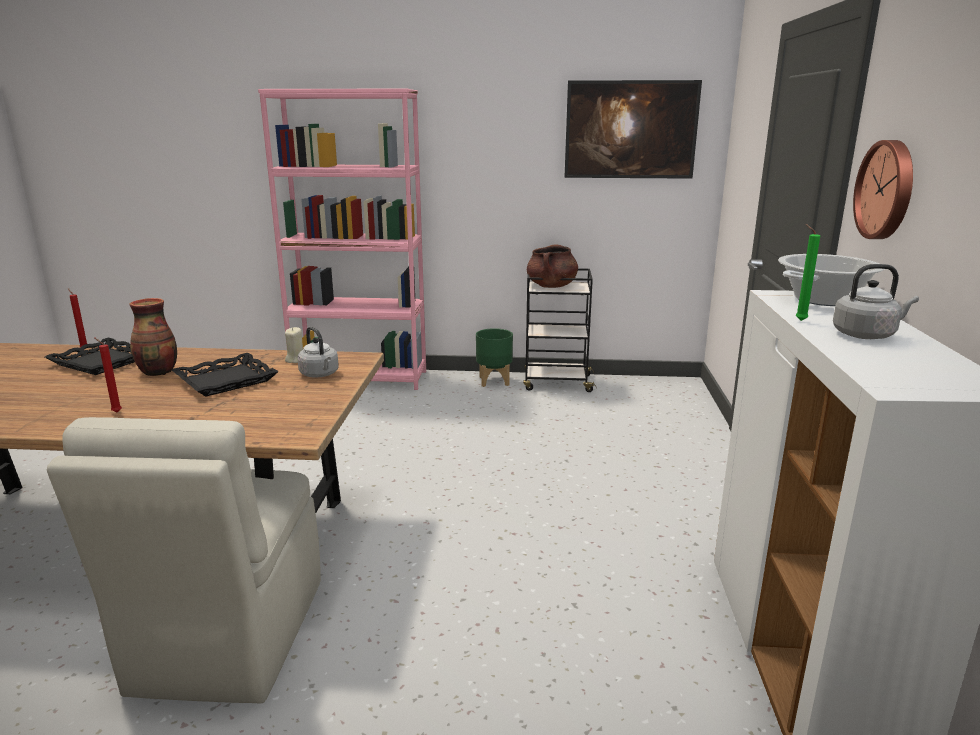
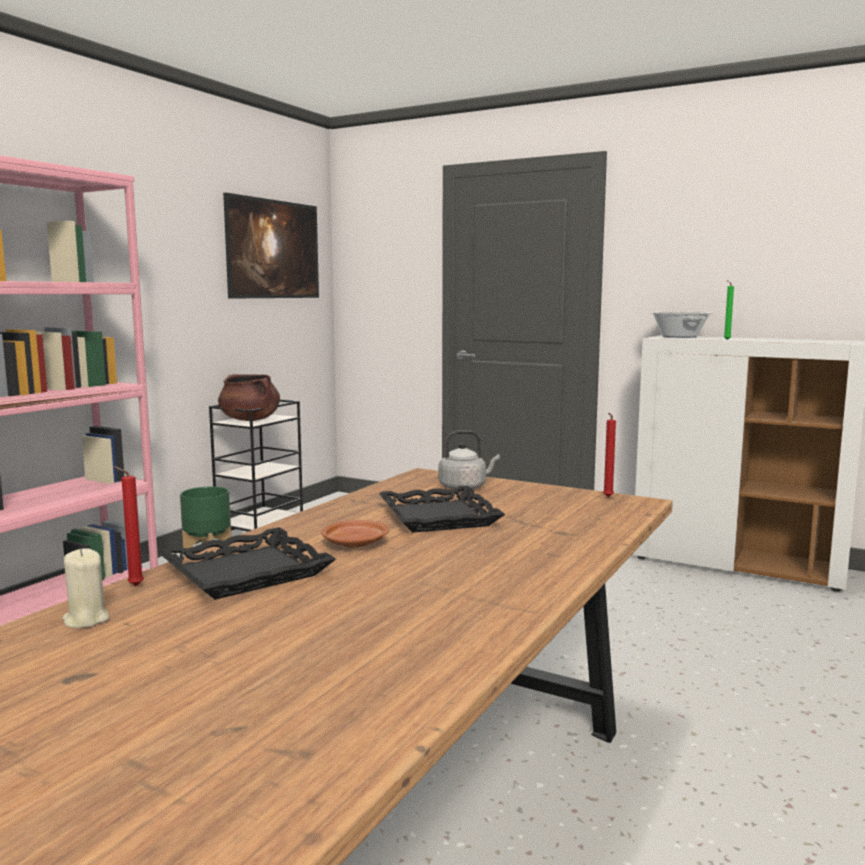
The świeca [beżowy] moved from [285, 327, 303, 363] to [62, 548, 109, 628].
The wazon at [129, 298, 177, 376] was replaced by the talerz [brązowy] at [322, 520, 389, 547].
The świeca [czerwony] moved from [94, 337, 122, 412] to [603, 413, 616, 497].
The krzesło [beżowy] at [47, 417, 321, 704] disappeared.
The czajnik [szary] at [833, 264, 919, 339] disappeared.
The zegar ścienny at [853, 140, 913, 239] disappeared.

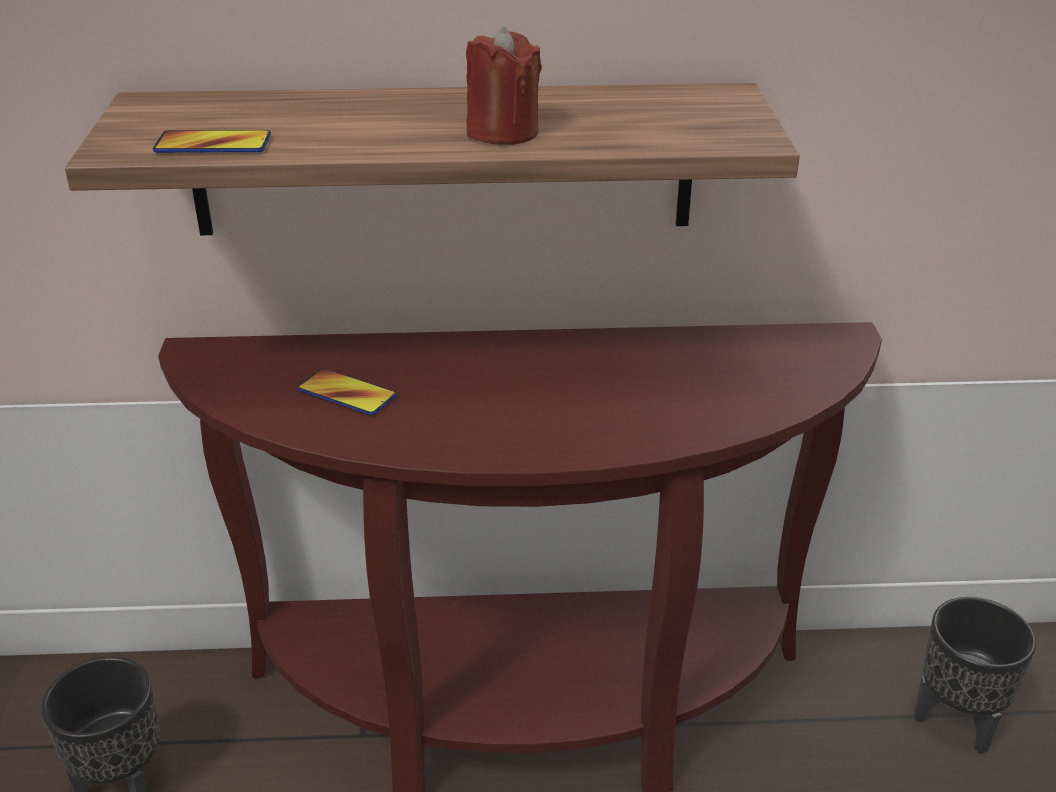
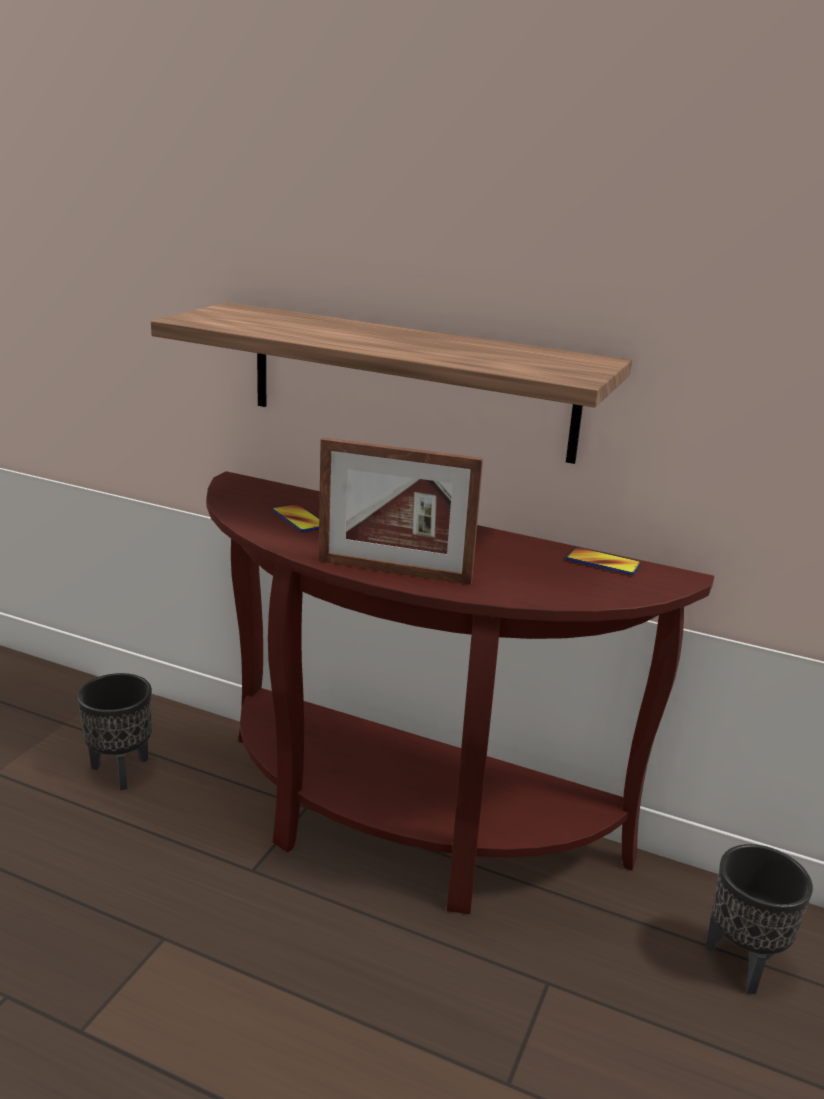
The ramka na zdjęcie at [319, 438, 483, 585] appeared.
The telefon moved from [153, 130, 271, 153] to [565, 547, 641, 575].
The świeca [czerwony] at [466, 26, 542, 145] disappeared.

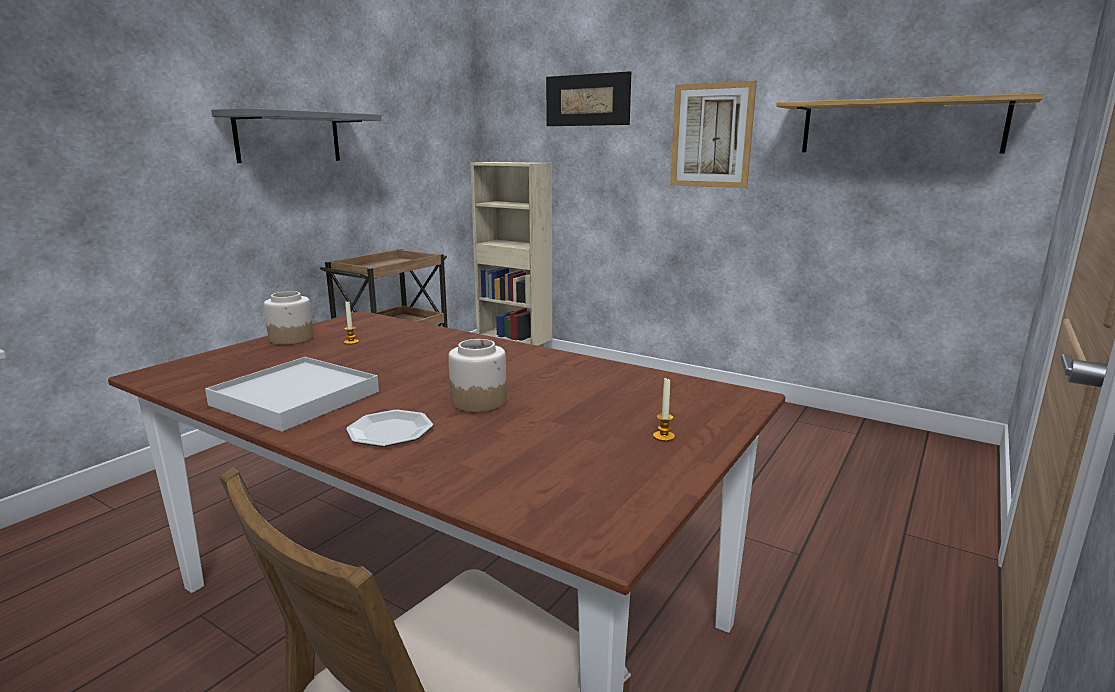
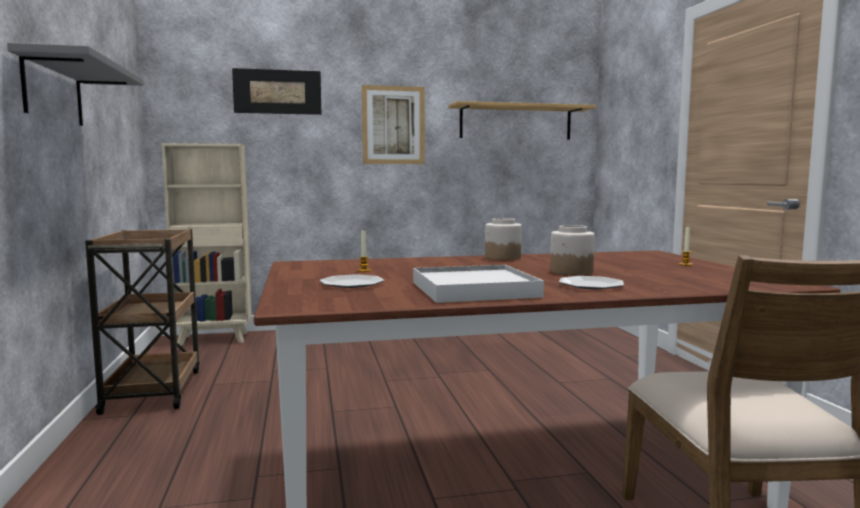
The talerz at [319, 274, 384, 288] appeared.
The słoik moved from [264, 291, 314, 345] to [485, 218, 522, 260].

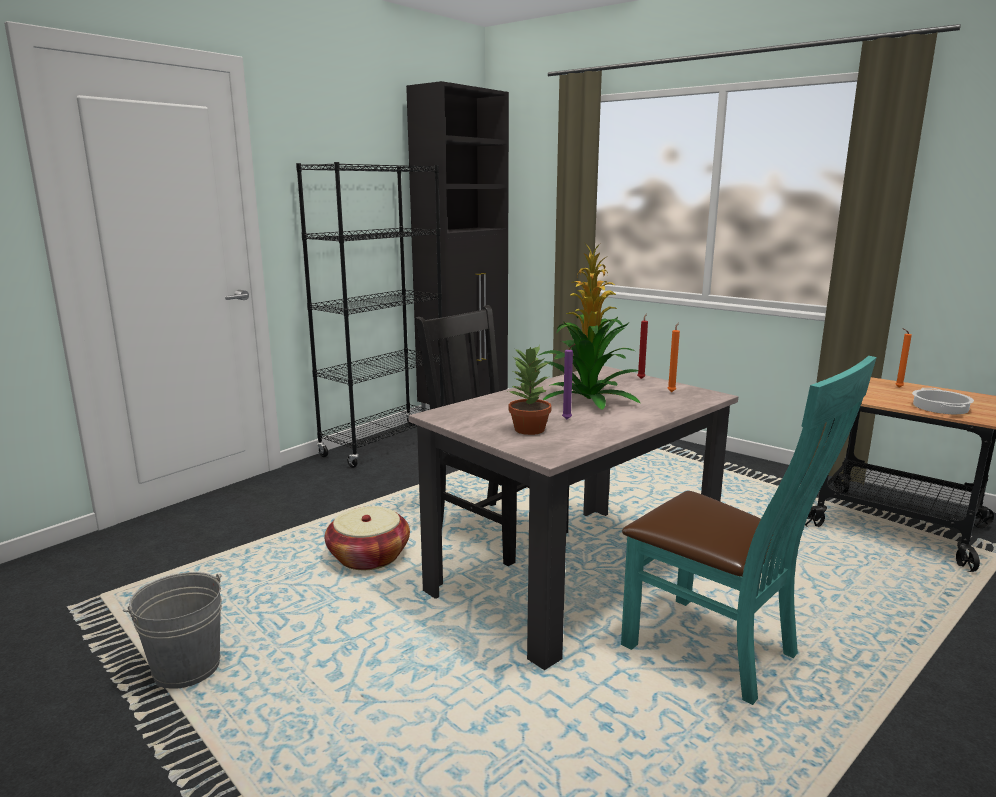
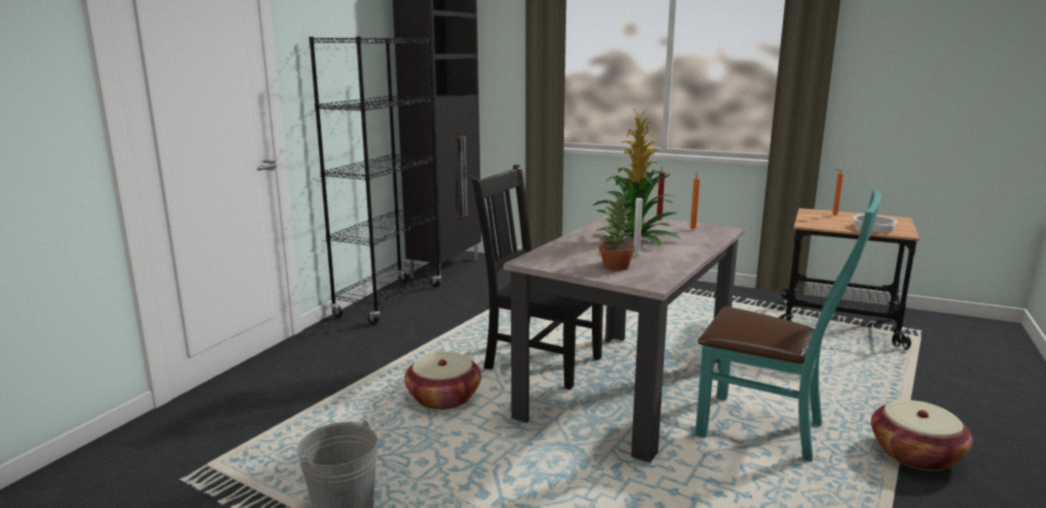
The świeca [fioletowy] at [562, 344, 575, 419] became the świeca [biały] at [633, 193, 646, 256].
The koszyk at [871, 400, 973, 471] appeared.

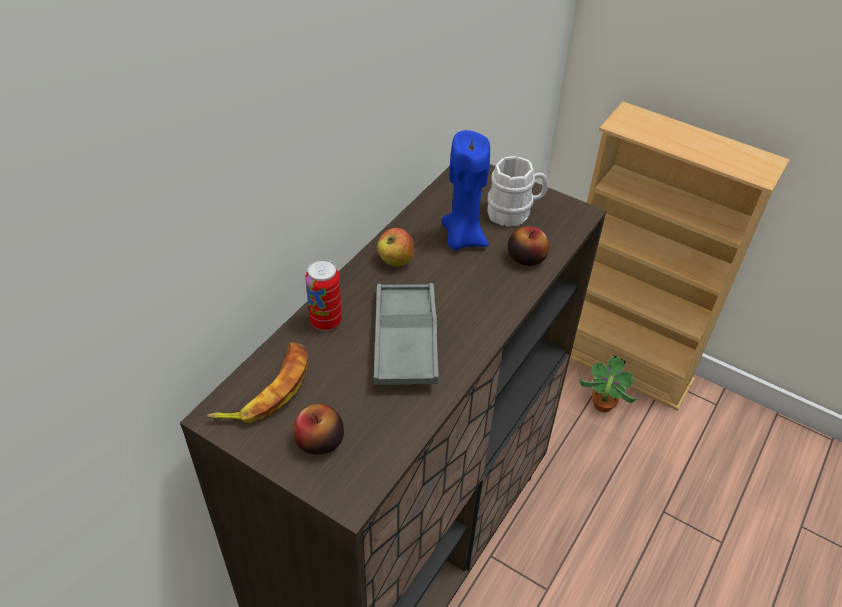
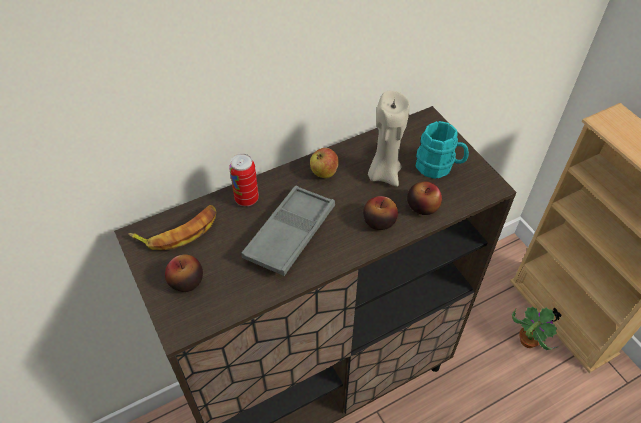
The jabłko at [363, 196, 398, 230] appeared.
The świeca [niebieski] at [441, 130, 490, 250] became the świeca [beżowy] at [368, 90, 410, 187].
The kubek [biały] at [487, 156, 548, 227] became the kubek [turkusowy] at [416, 121, 469, 179].

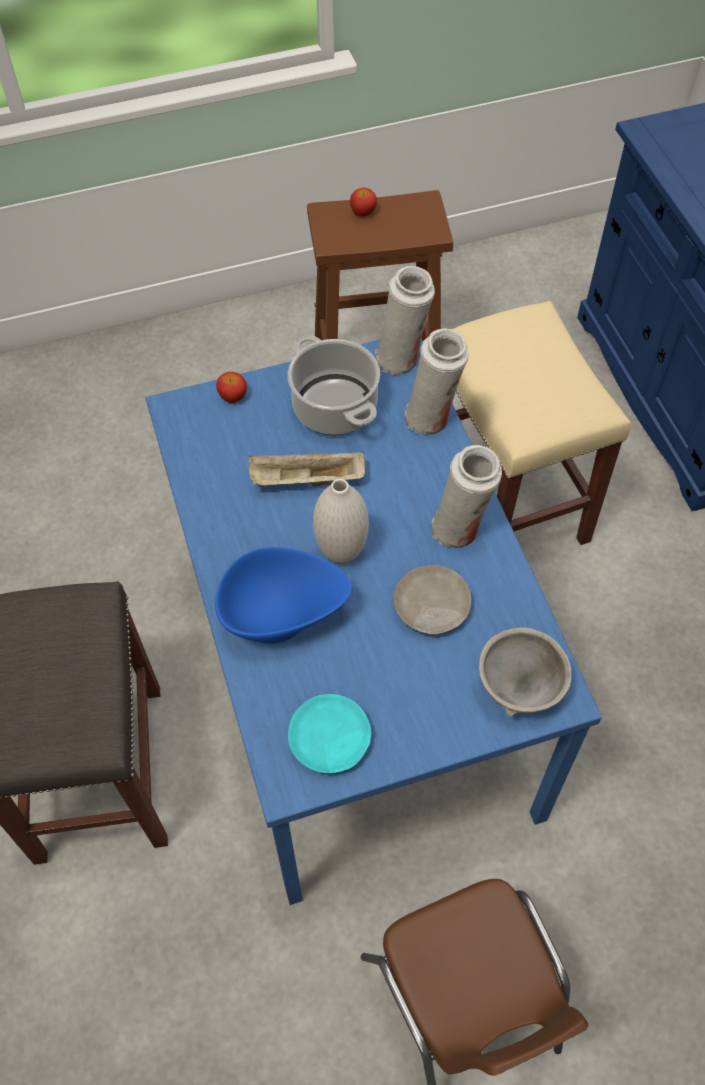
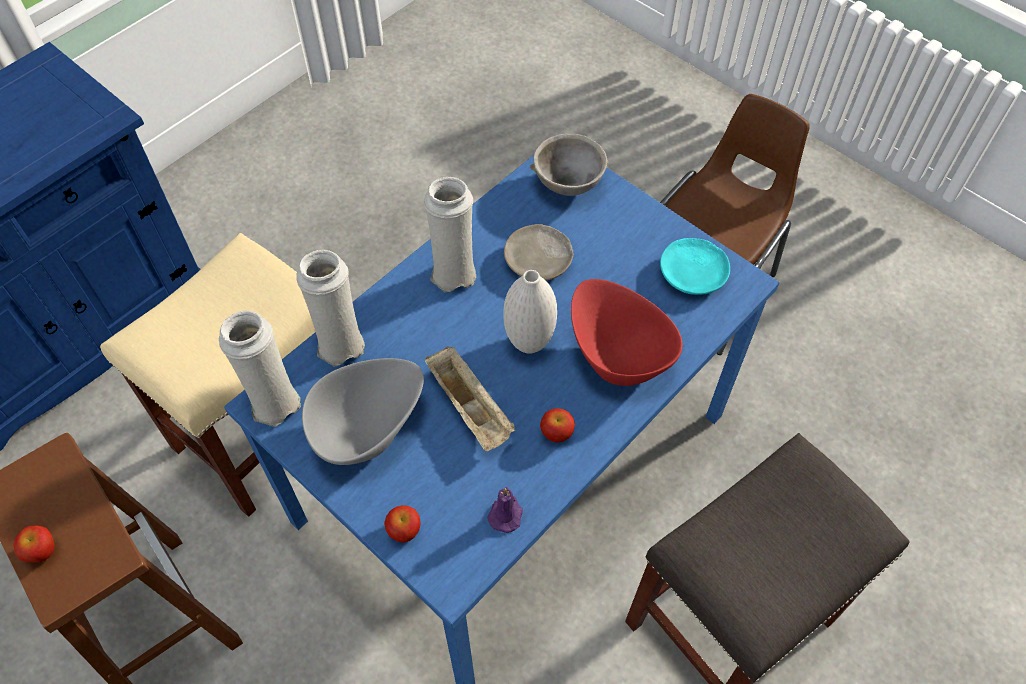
The garnek at [288, 335, 380, 435] was replaced by the miska [szary] at [302, 358, 424, 465].
The świeca [fioletowy] at [487, 487, 523, 533] appeared.
The jabłko at [540, 408, 575, 443] appeared.
The miska [niebieski] at [215, 547, 352, 644] became the miska [czerwony] at [571, 279, 683, 386].

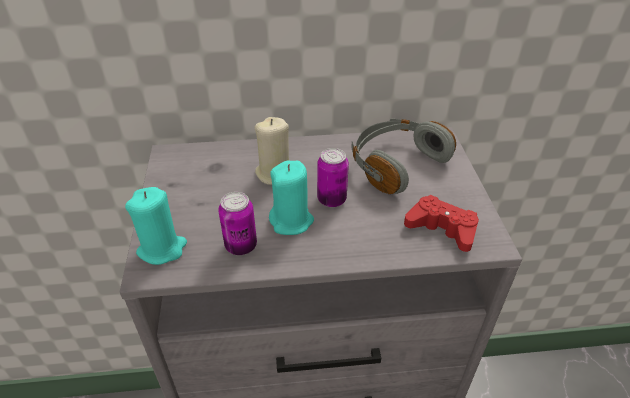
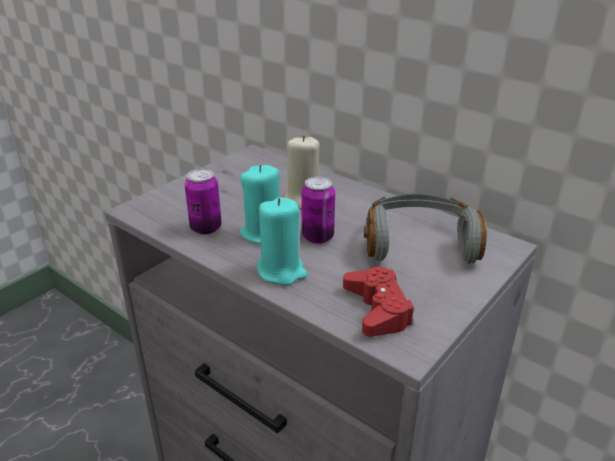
The świeca [turkusowy] moved from [125, 187, 187, 265] to [257, 197, 308, 286].

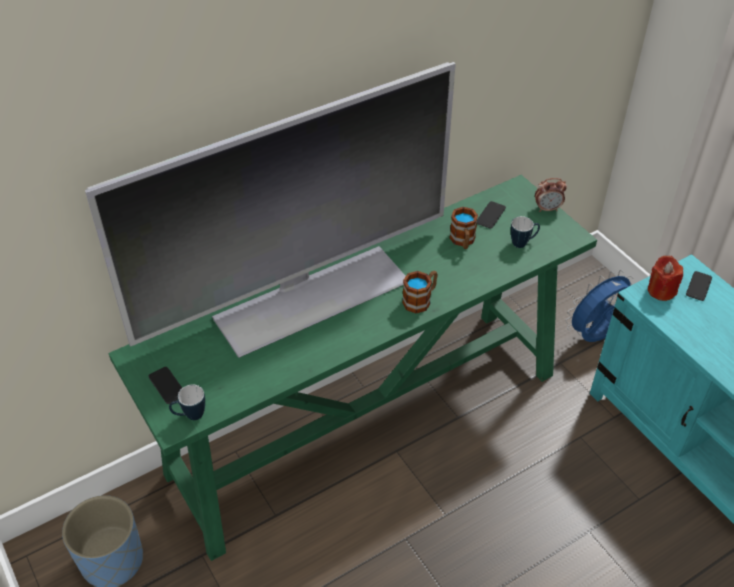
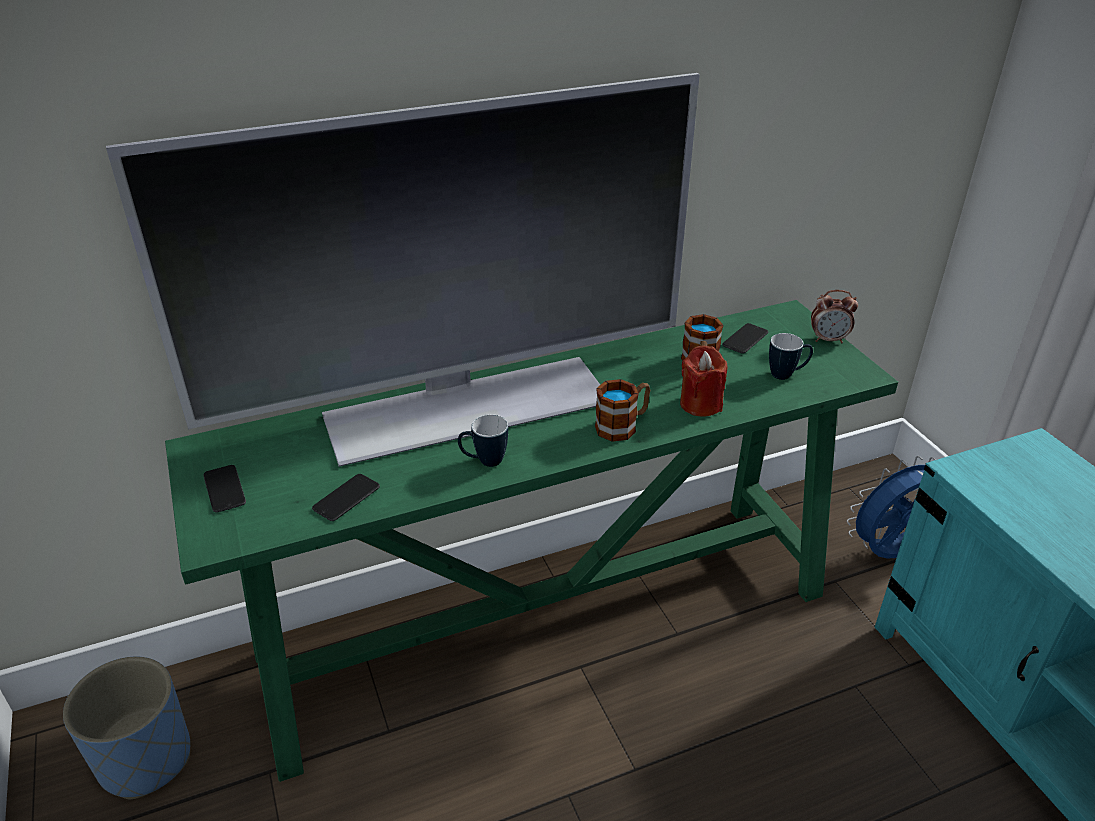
The telefon moved from [686, 271, 712, 301] to [312, 474, 380, 521].
The kubek moved from [169, 385, 205, 420] to [458, 414, 508, 467].
The świeca [czerwony] moved from [648, 256, 683, 301] to [680, 345, 727, 416].

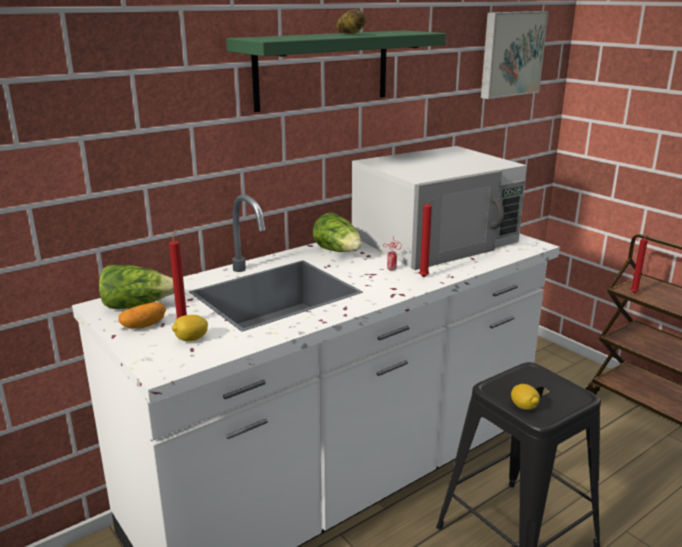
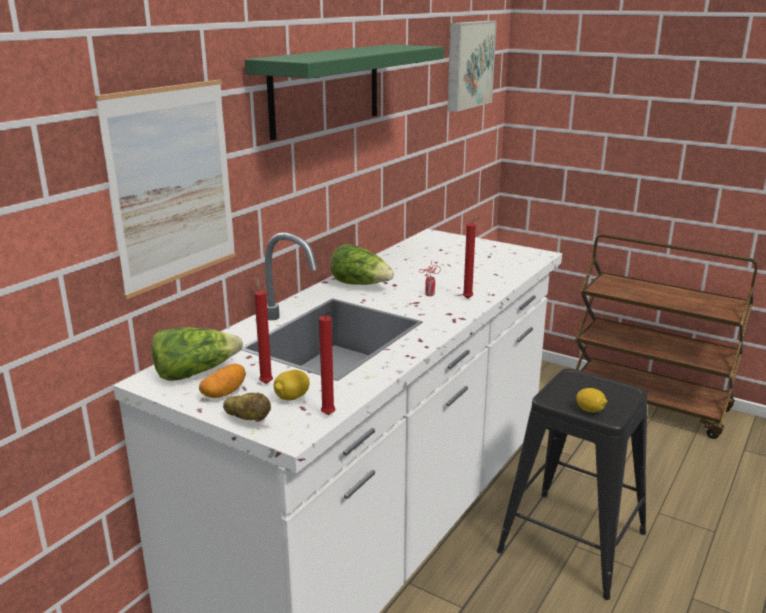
The obraz at [95, 80, 236, 299] appeared.
The ziemniak moved from [336, 9, 366, 34] to [223, 392, 271, 422].
The świeca [czerwony] moved from [630, 235, 649, 293] to [319, 311, 335, 415].
The mikrofalówka [biały] at [352, 146, 527, 270] disappeared.

